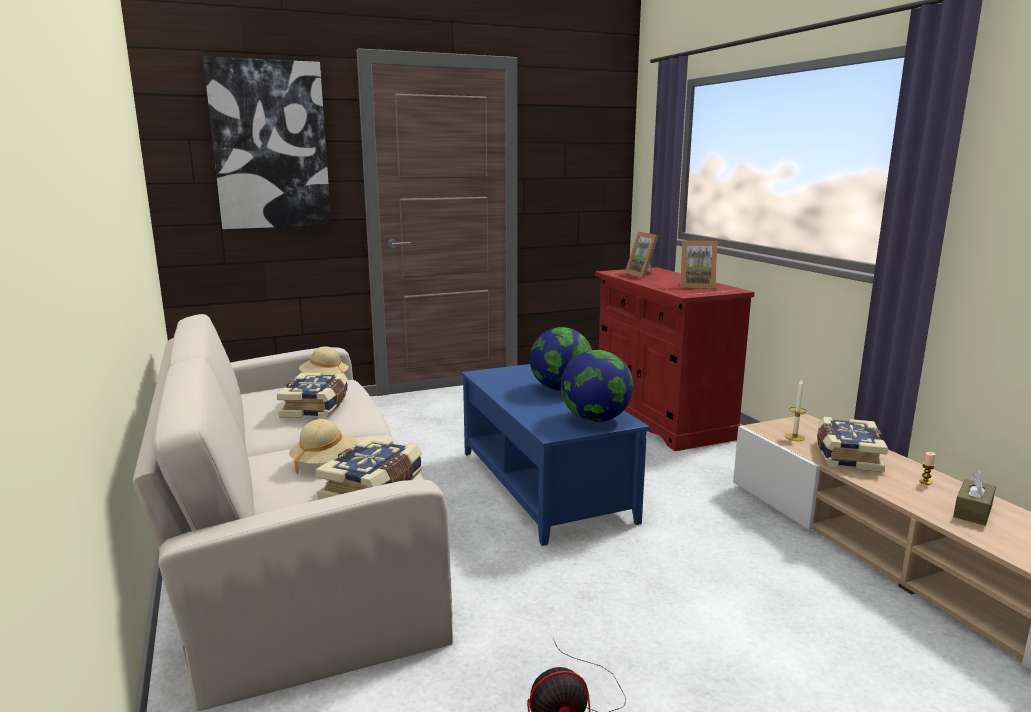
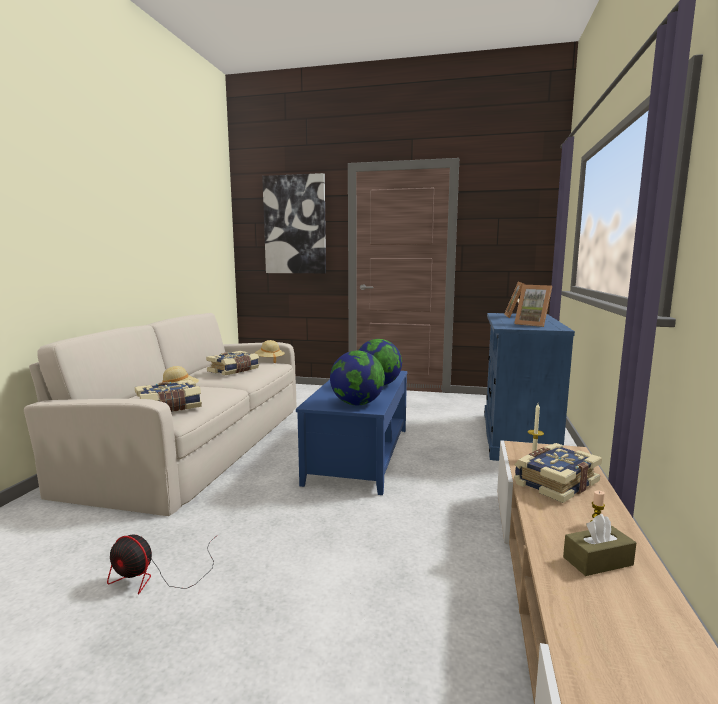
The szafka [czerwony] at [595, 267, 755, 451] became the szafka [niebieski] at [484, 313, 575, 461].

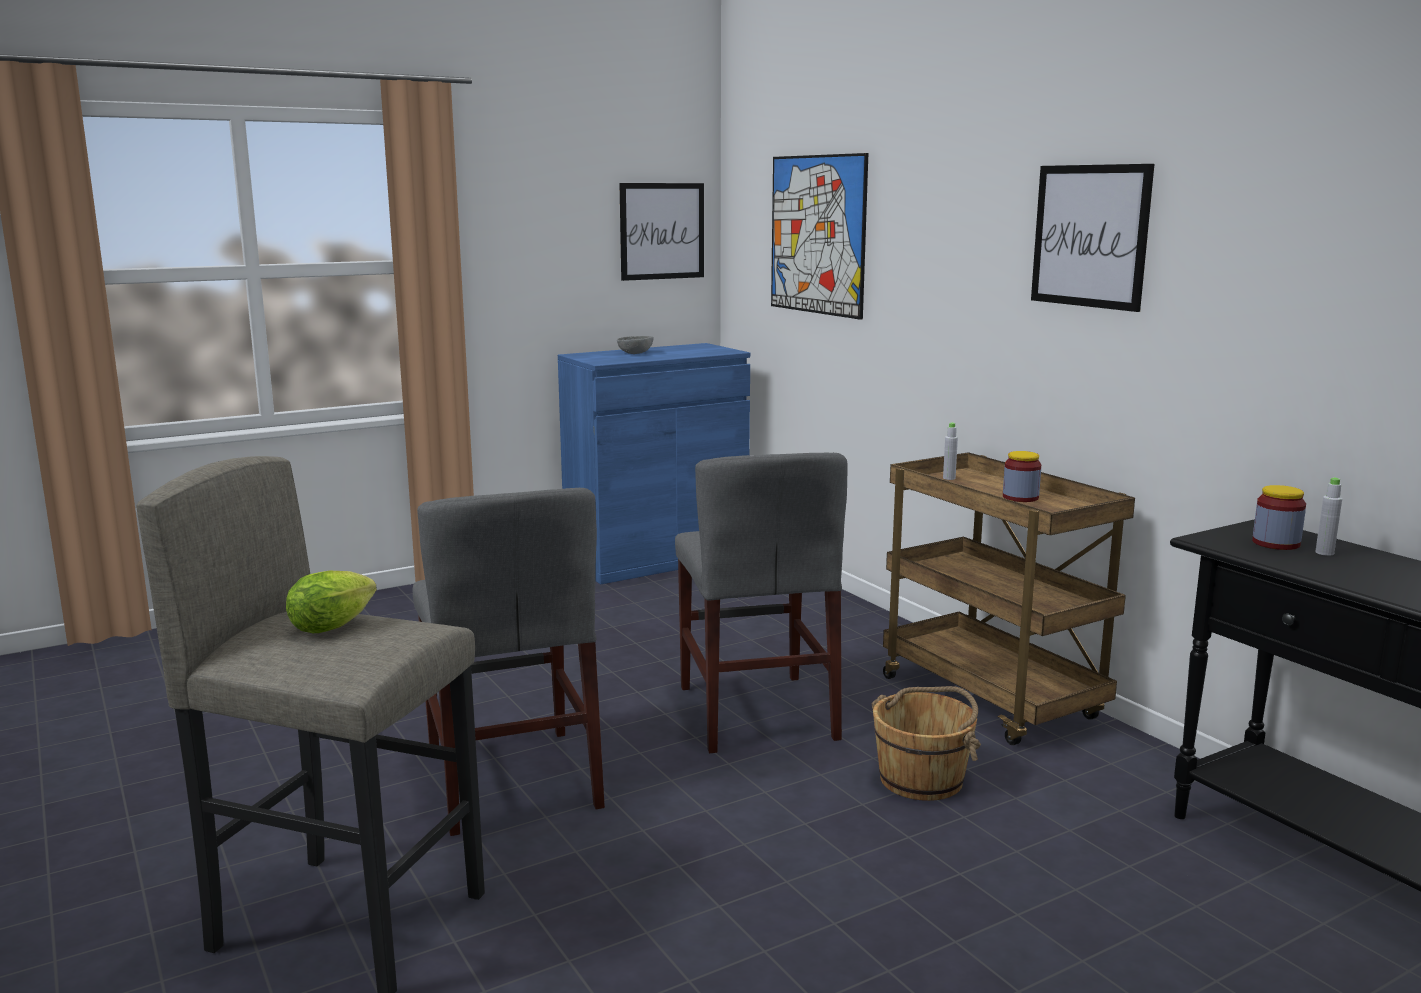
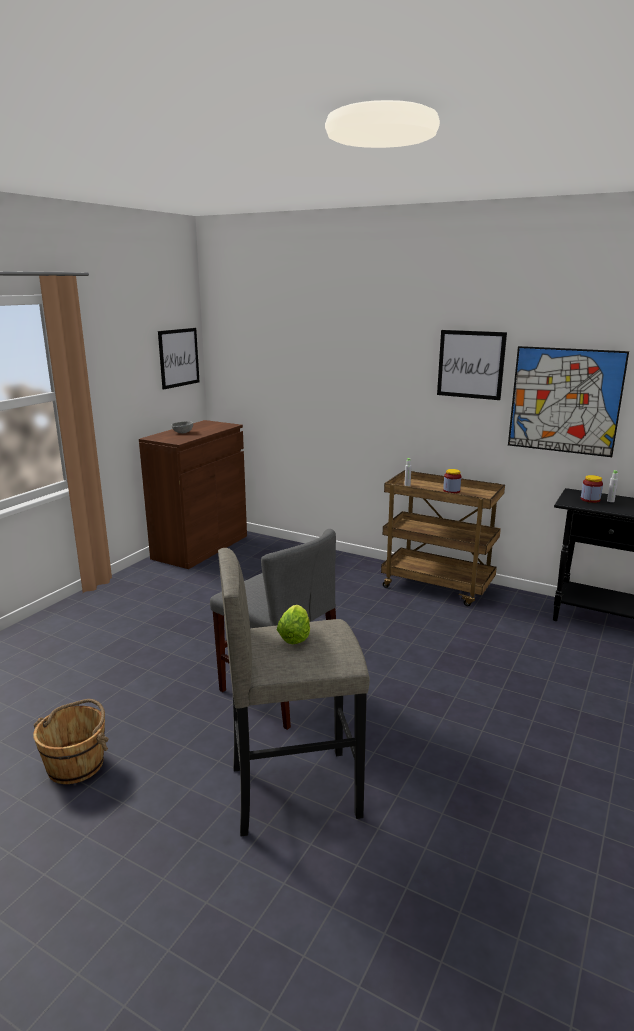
The wiadro [brązowy] moved from [872, 686, 981, 801] to [33, 699, 108, 784].
The szafka [niebieski] at [558, 343, 750, 584] became the szafka [brązowy] at [139, 420, 247, 569].
The obraz moved from [771, 153, 868, 320] to [508, 346, 629, 457].
The krzesło [szary] at [675, 453, 847, 753] disappeared.

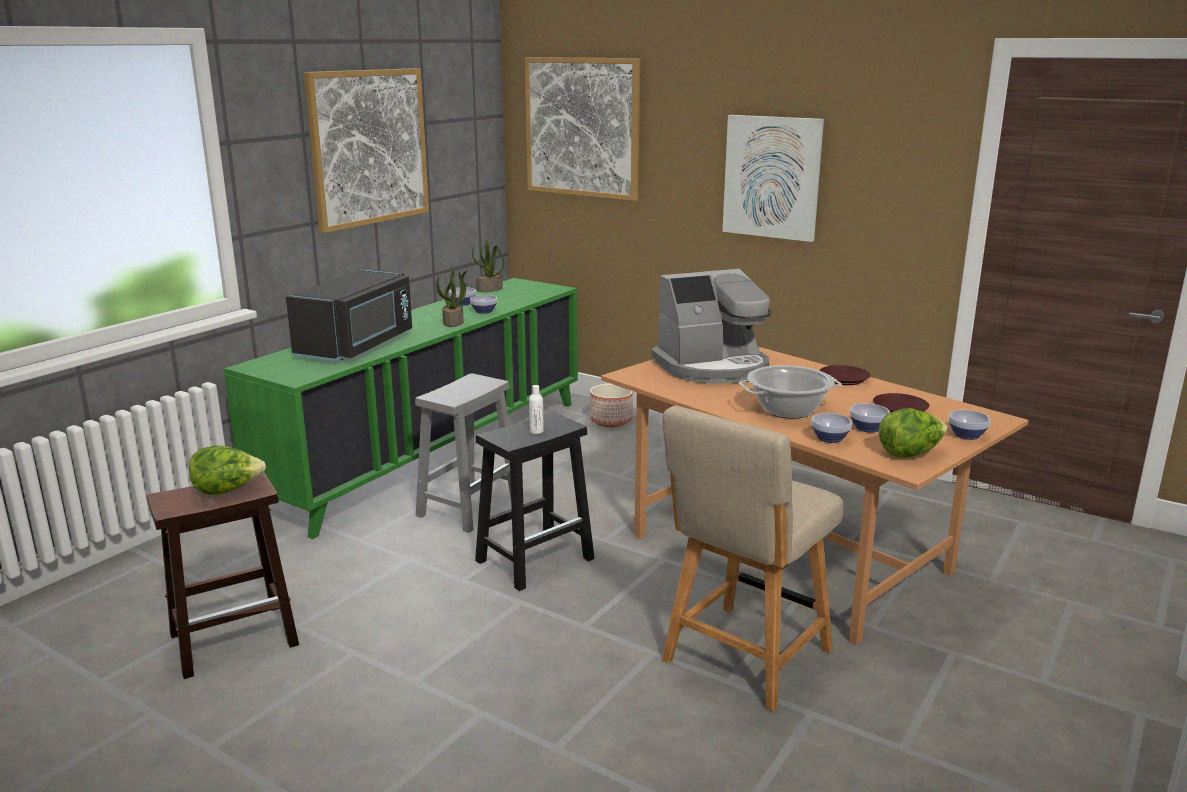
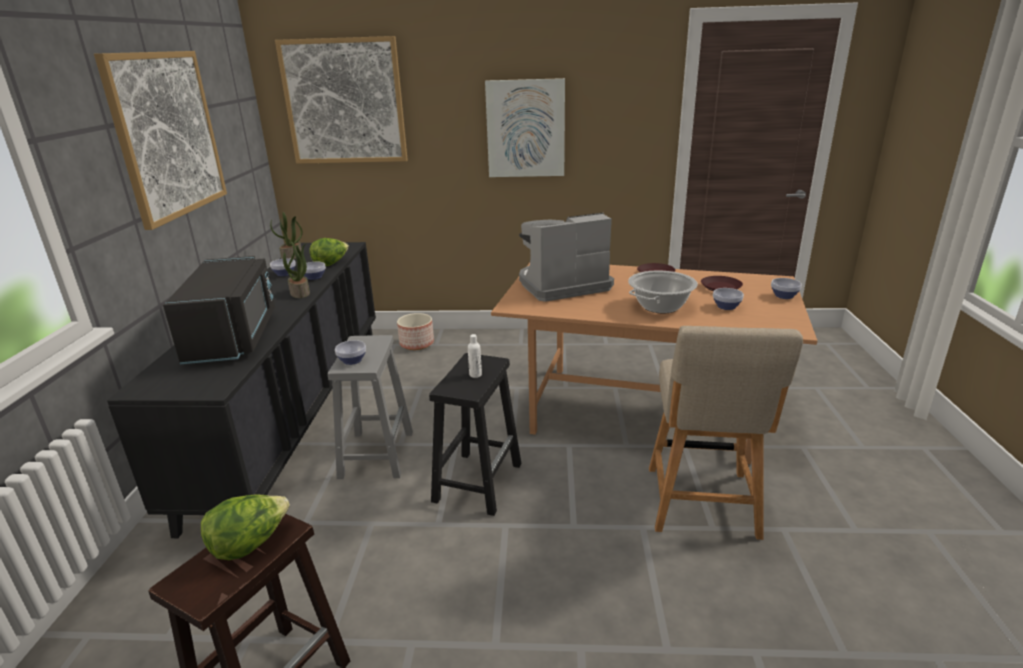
The szafka [zielony] at [224, 278, 578, 539] became the szafka [czarny] at [107, 242, 376, 538].
The sałata moved from [879, 408, 948, 458] to [309, 238, 349, 266].
The miska moved from [811, 413, 852, 443] to [335, 340, 366, 365].
The ekspres do kawy at [651, 269, 772, 383] turned 150 degrees counterclockwise.

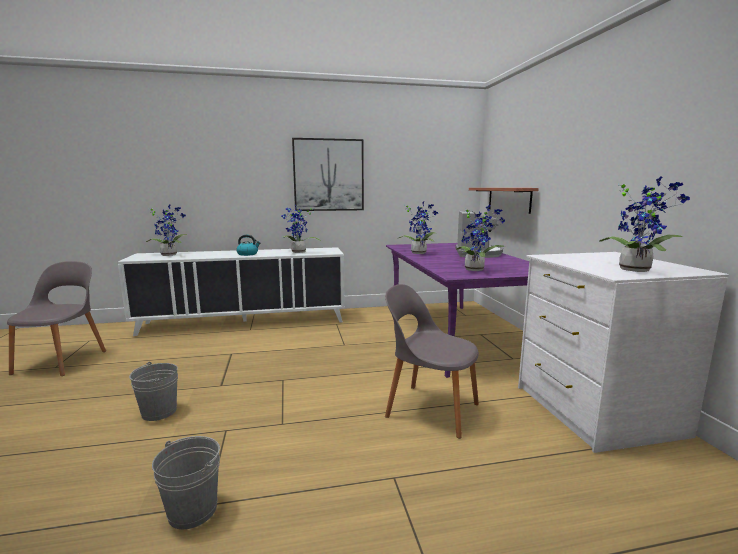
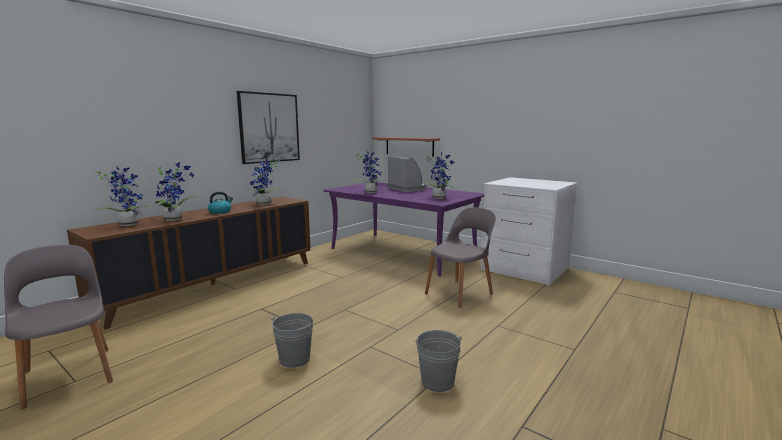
The szafka [biały] at [118, 247, 345, 336] became the szafka [brązowy] at [67, 197, 311, 330].
The roślina doniczkowa moved from [599, 176, 690, 272] to [155, 162, 198, 221].
The krzesło [szary] at [385, 284, 479, 439] turned 150 degrees clockwise.

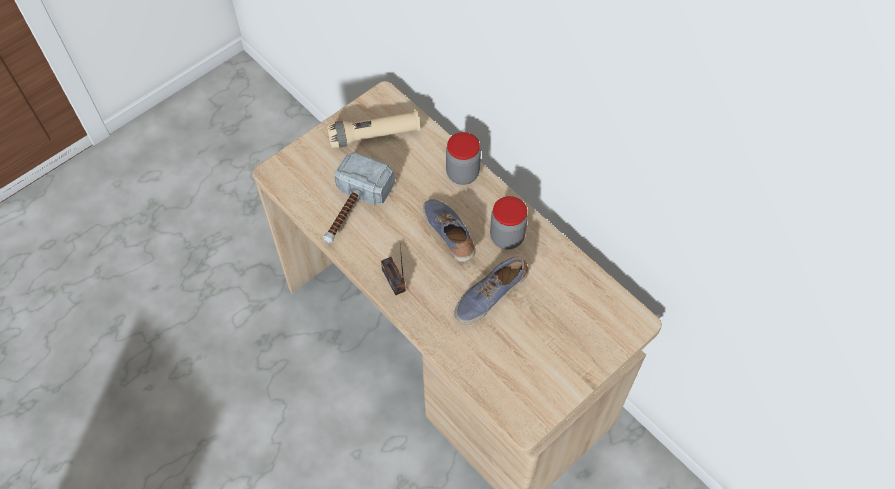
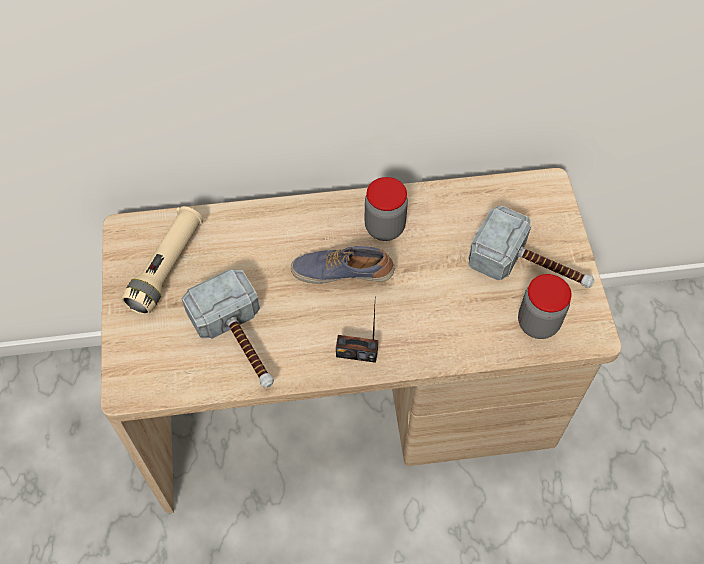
The młotek at [468, 205, 595, 288] appeared.
The słoik moved from [446, 132, 481, 185] to [518, 274, 572, 339].
The but at [454, 257, 529, 325] disappeared.

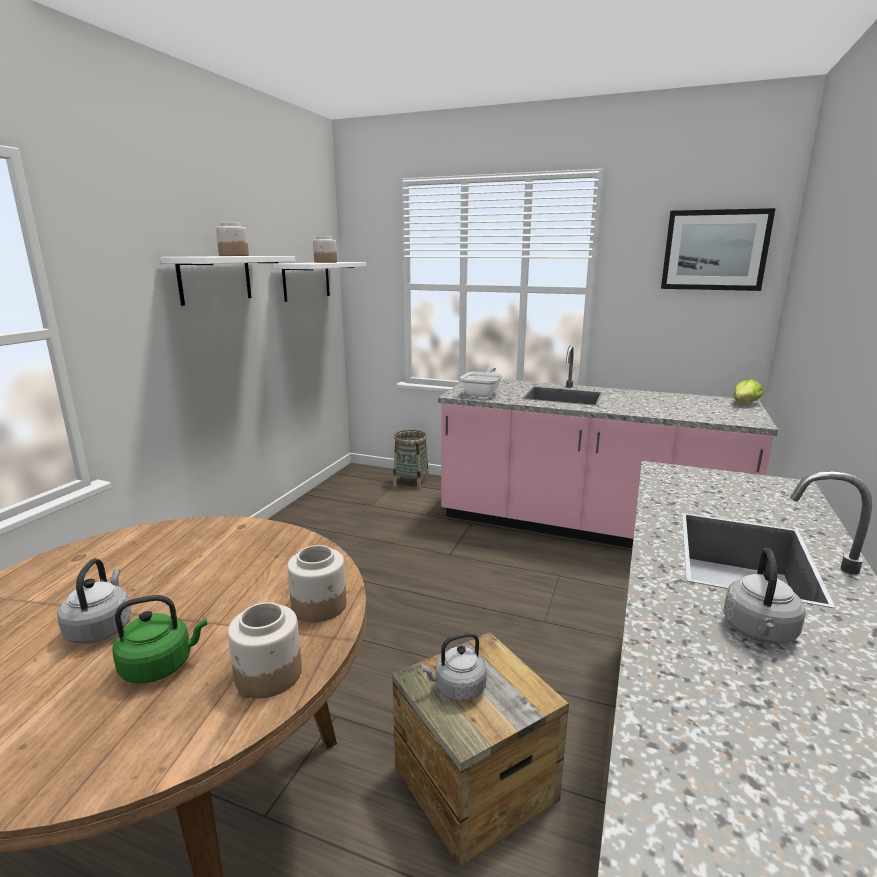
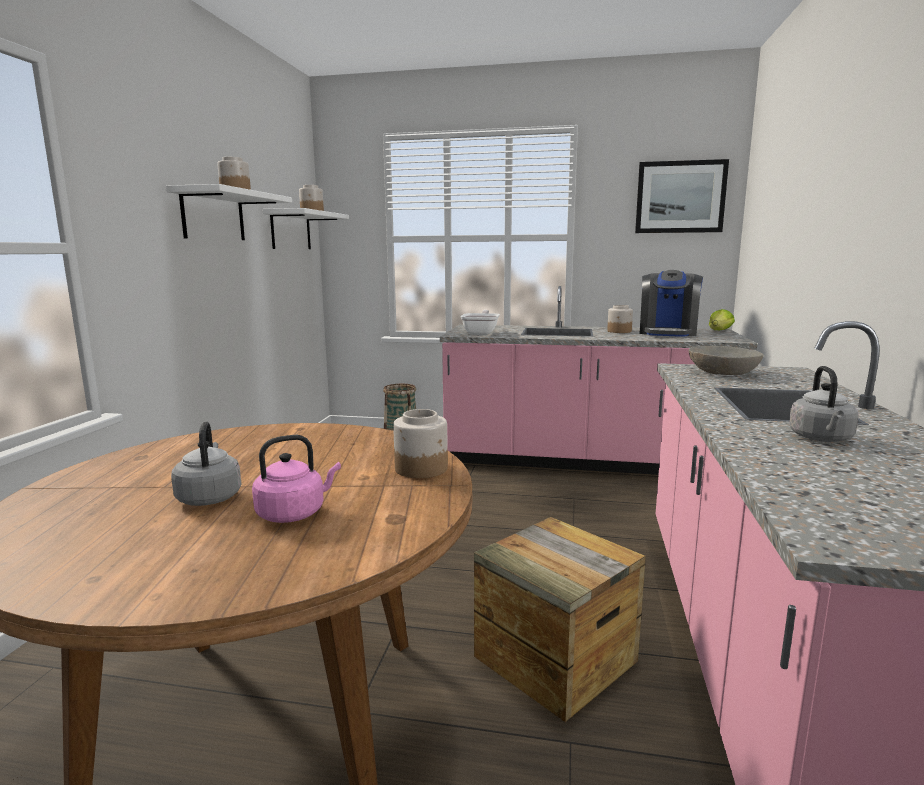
The czajnik [zielony] at [112, 595, 207, 683] became the czajnik [różowy] at [252, 435, 341, 523].
The słoik moved from [228, 602, 302, 698] to [607, 305, 633, 333].
The ekspres do kawy at [640, 270, 703, 337] appeared.
The miska [szary] at [689, 346, 764, 375] appeared.
The czajnik [szary] at [420, 632, 487, 702] disappeared.

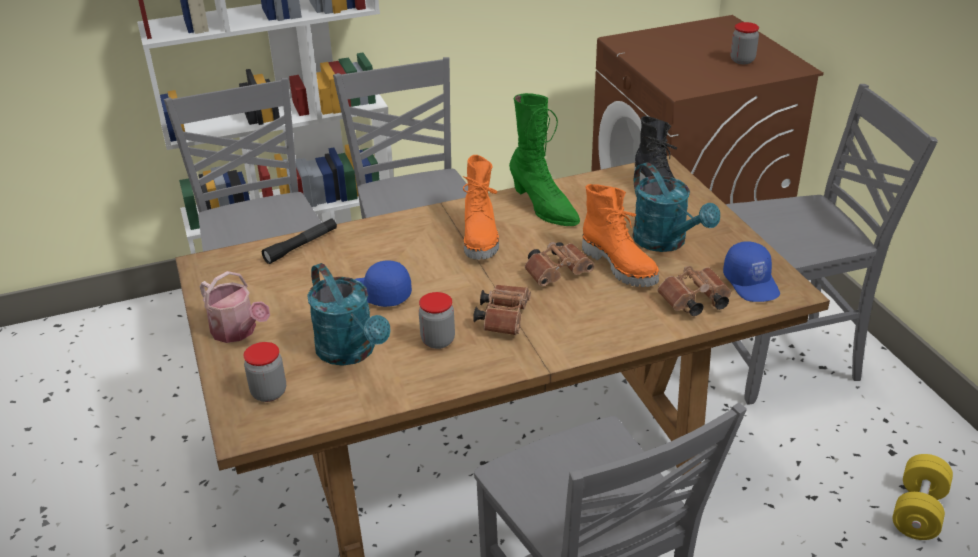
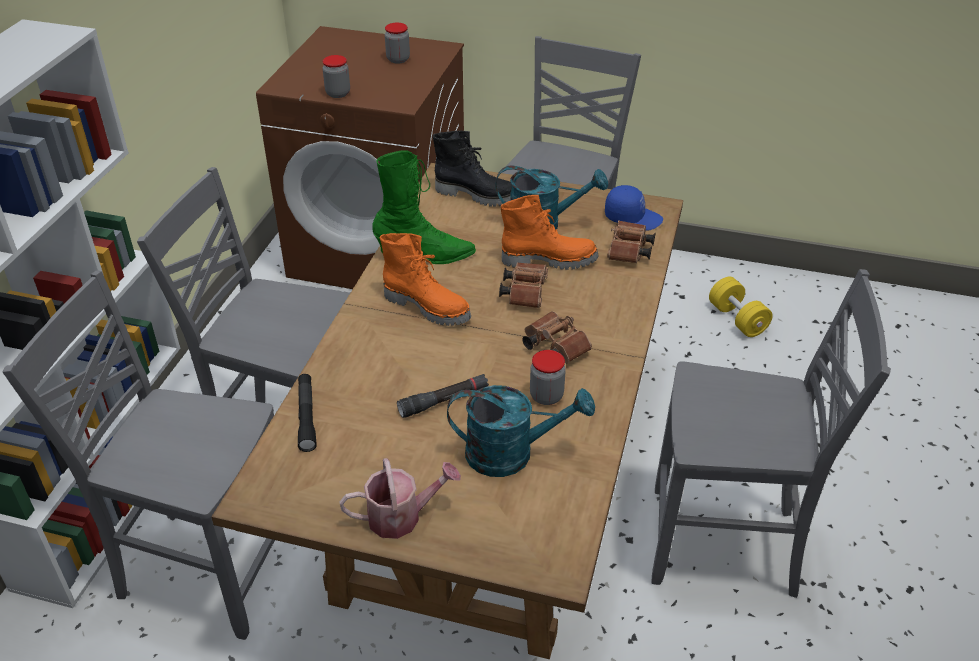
The słoik moved from [244, 342, 286, 402] to [322, 55, 350, 98].
The czapka z daszkiem [niebieski] at [355, 260, 412, 307] was replaced by the latarka [czarny] at [397, 374, 489, 418].

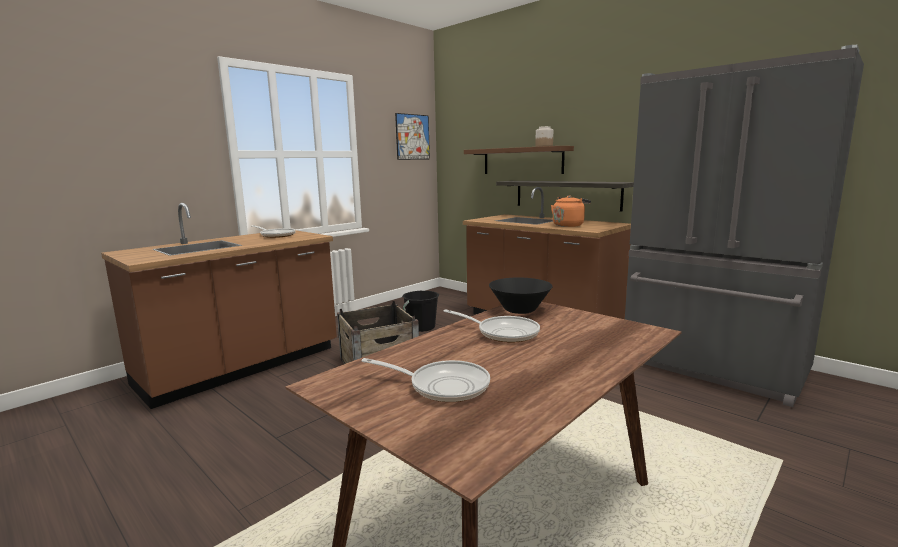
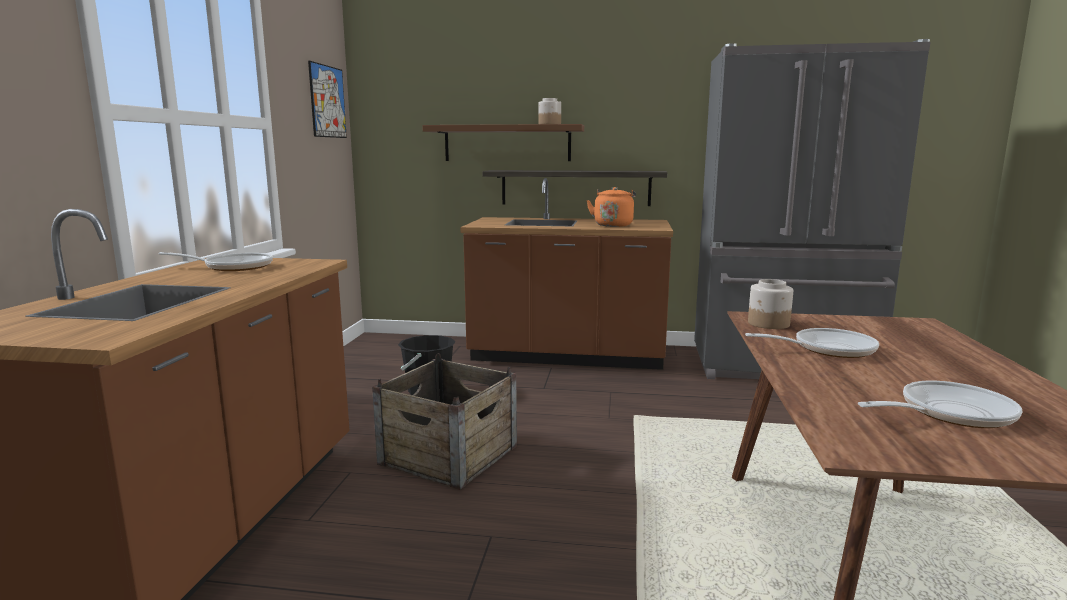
The miska [czarny] at [489, 278, 553, 314] was replaced by the słoik at [748, 279, 793, 329].

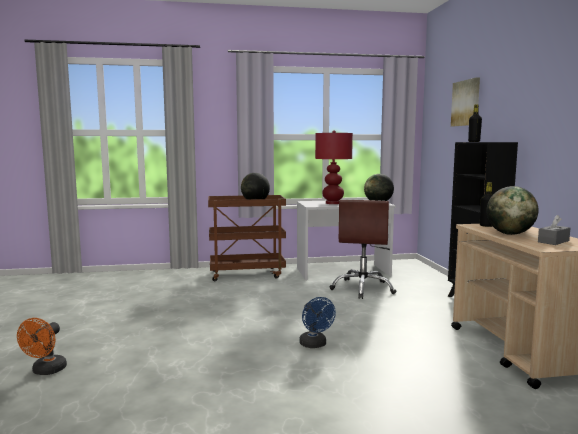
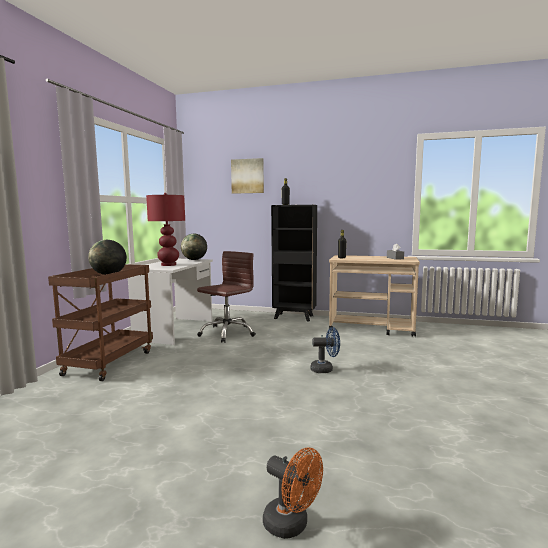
The krzesło biurowe [brązowy] at [329, 200, 396, 299] turned 90 degrees counterclockwise.
The globus at [486, 186, 539, 235] disappeared.

